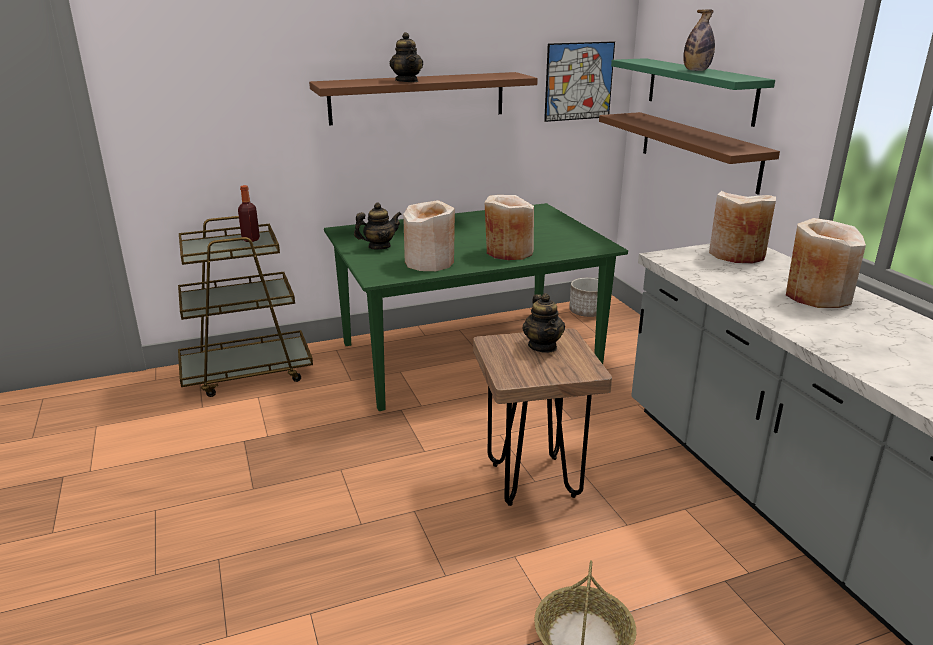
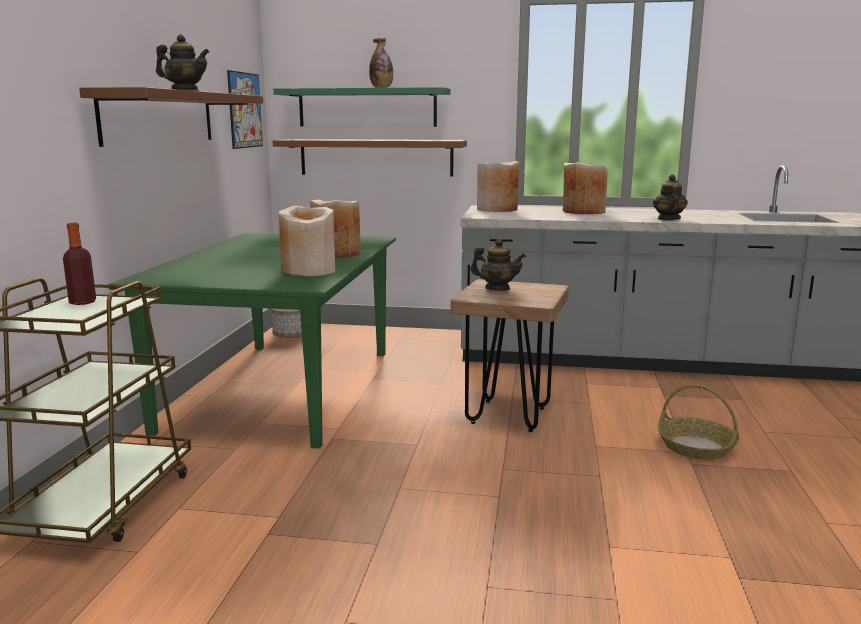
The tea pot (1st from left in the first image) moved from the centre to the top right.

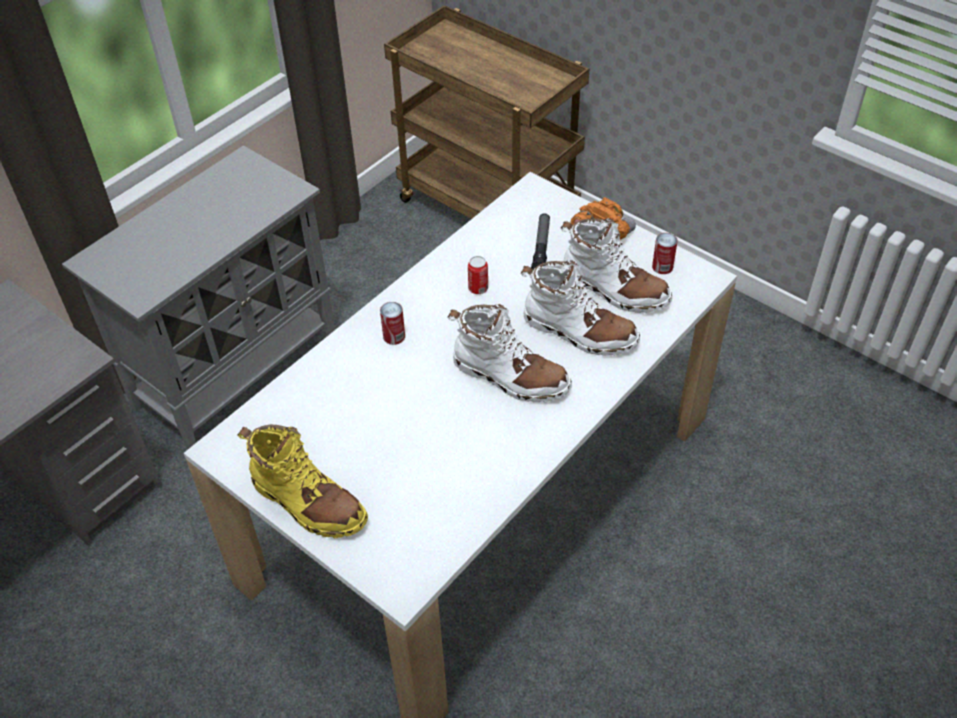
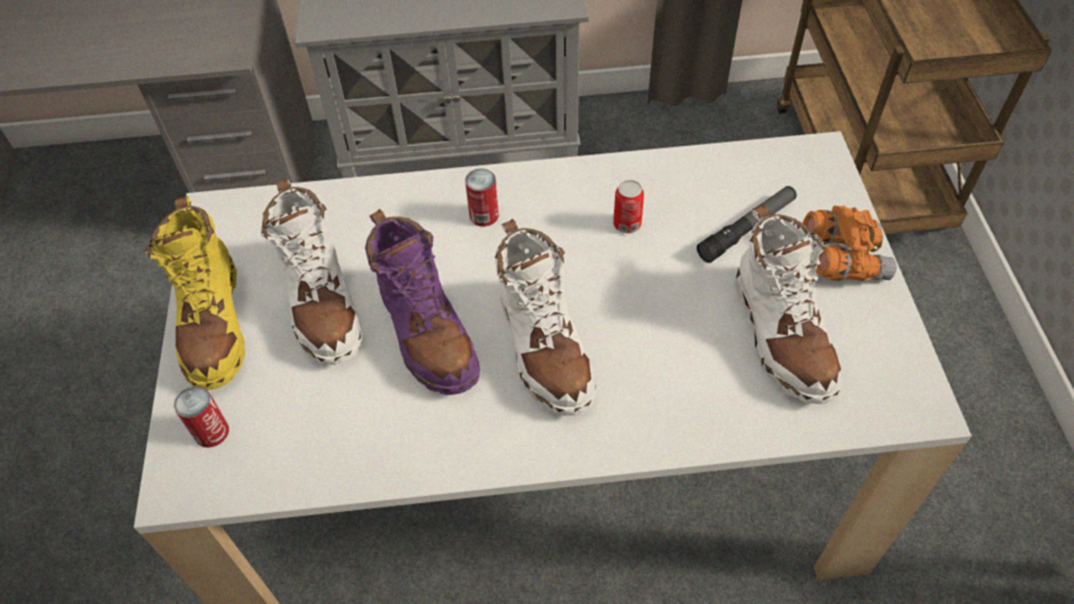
The purple tall boot at the centre appeared. The white tall boot (2nd from left in the first image) moved from the centre to the middle left. The metal can (3rd from left in the first image) moved from the middle right to the bottom left.

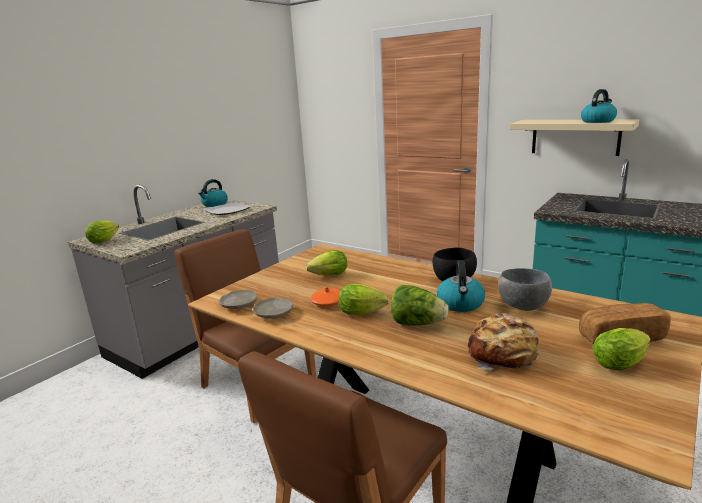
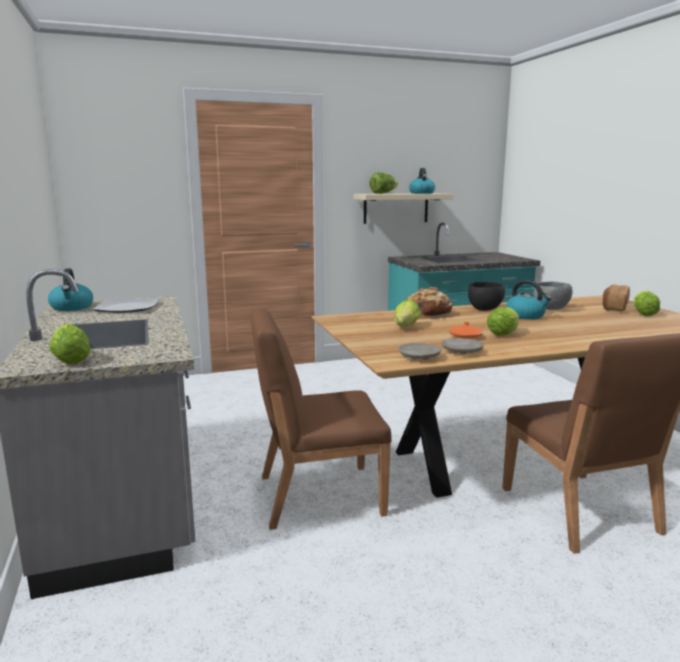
The head of lettuce (4th from left in the first image) moved from the centre to the top centre. The bread (1st from left) moved from the bottom right to the centre.

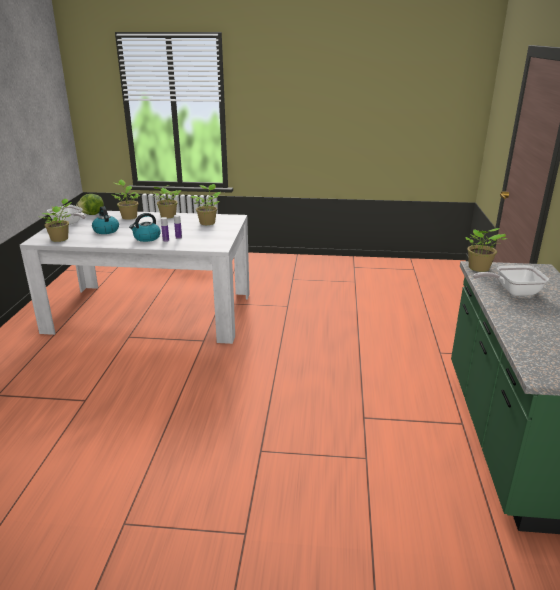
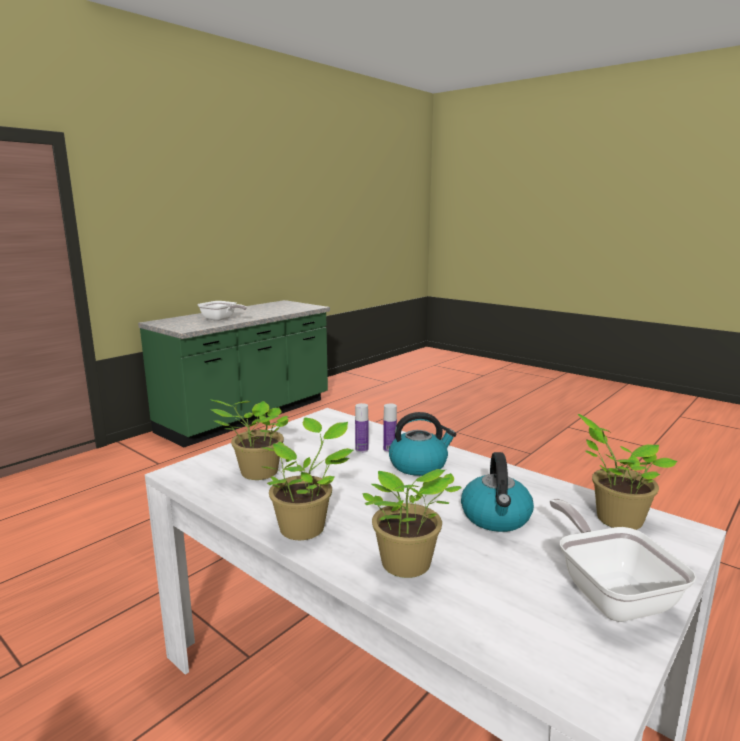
The head of lettuce at the middle left disappeared. The plant in a pot (5th from left) at the middle right disappeared.

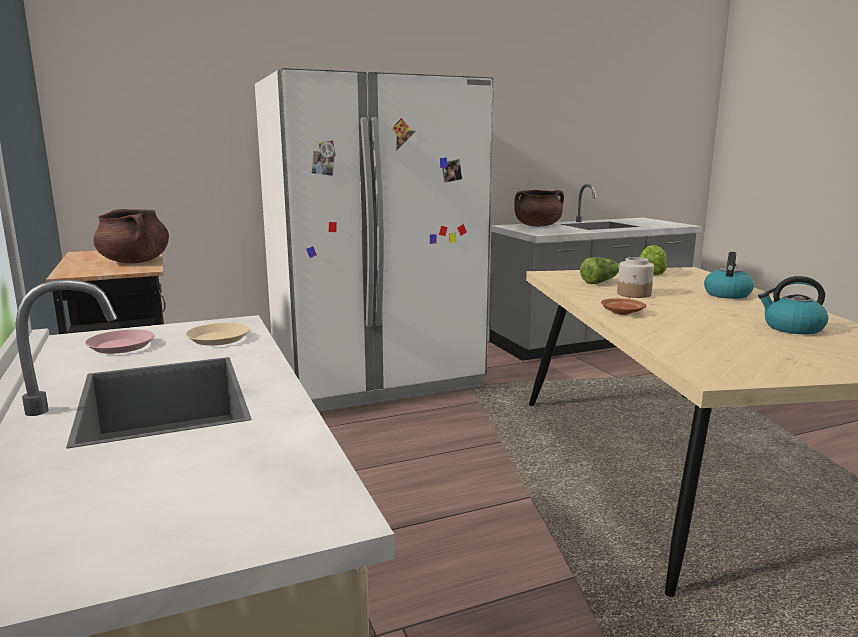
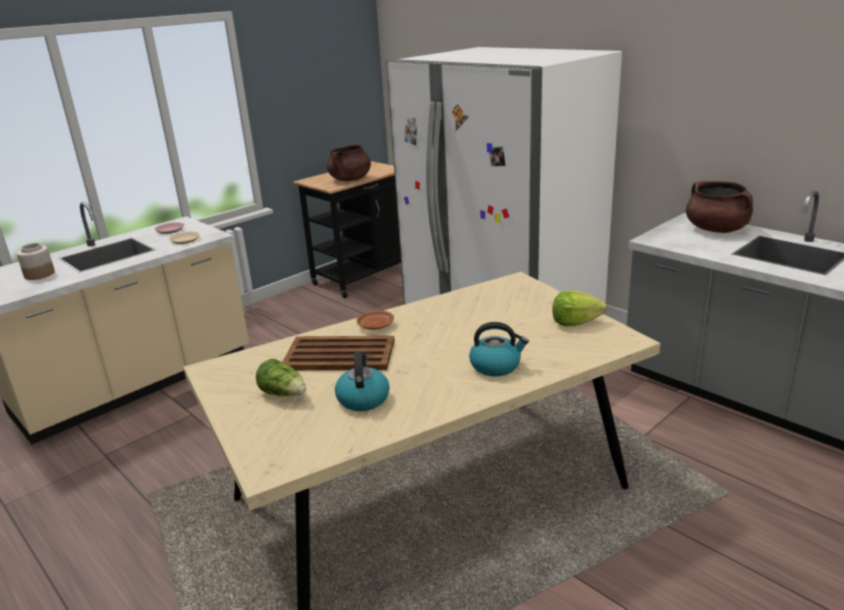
The brown-coloured serving tray at the centre appeared. The head of lettuce (1st from left) moved from the middle right to the middle left. The jar moved from the middle right to the middle left.

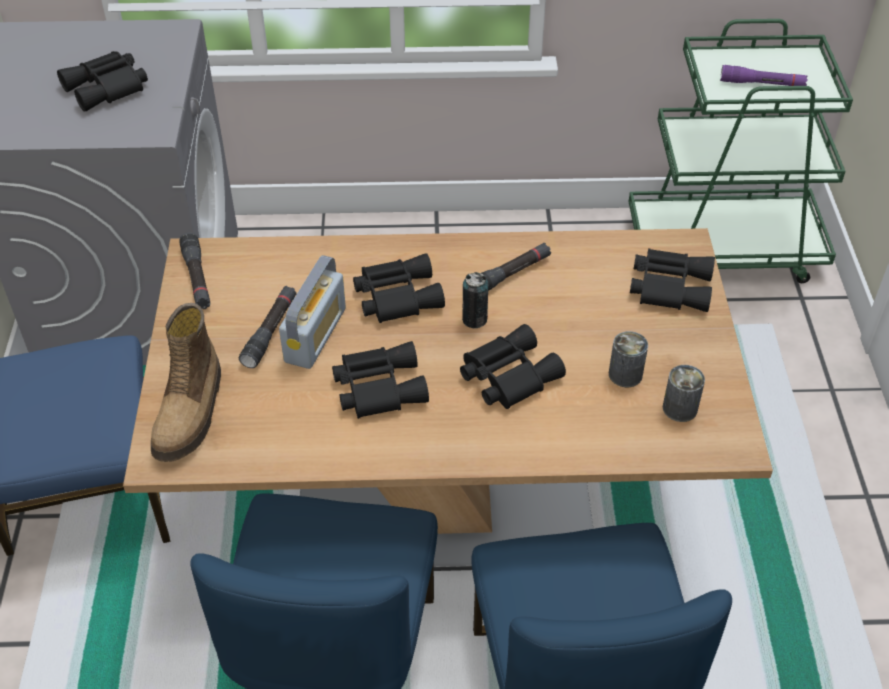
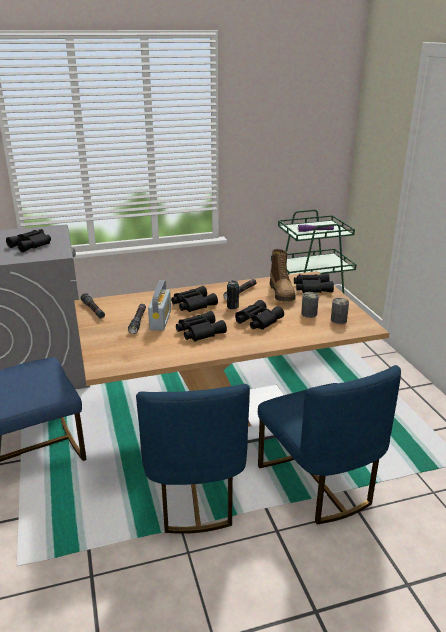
The tall boot moved from the middle left to the centre.

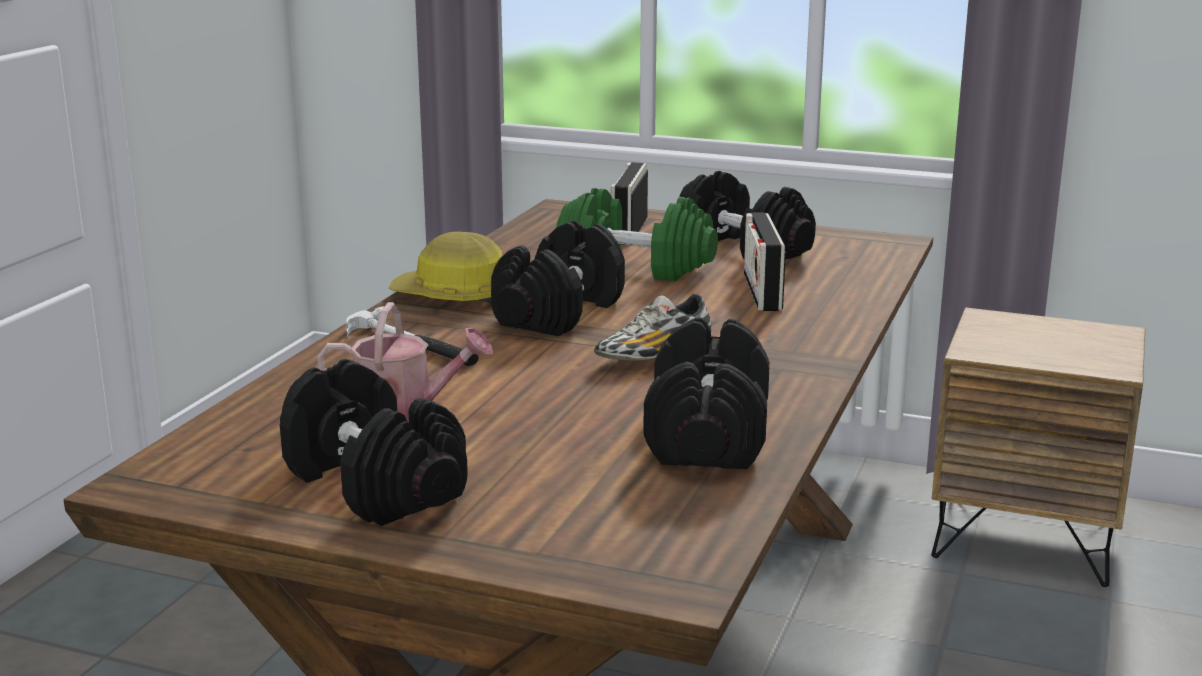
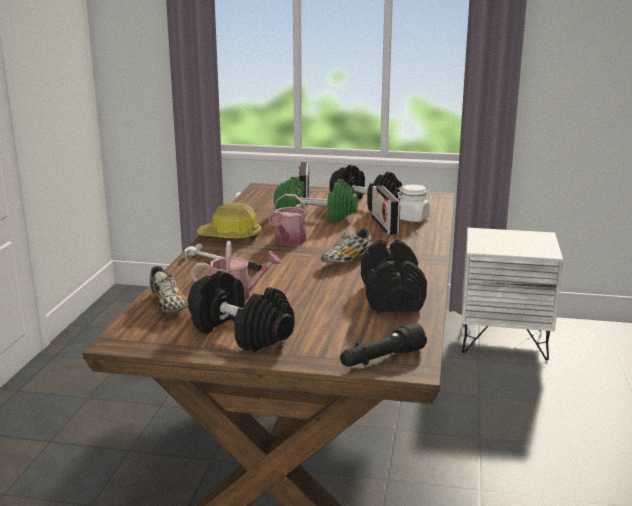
The item of footwear (1st from left) at the middle left appeared. The black torch at the bottom centre appeared. The white jar at the centre appeared. The black dumbbell (2nd from left) at the centre was replaced by the watering can (2nd from left) at the centre. The brown-coloured nightstand at the middle right became the white nightstand at the middle right.

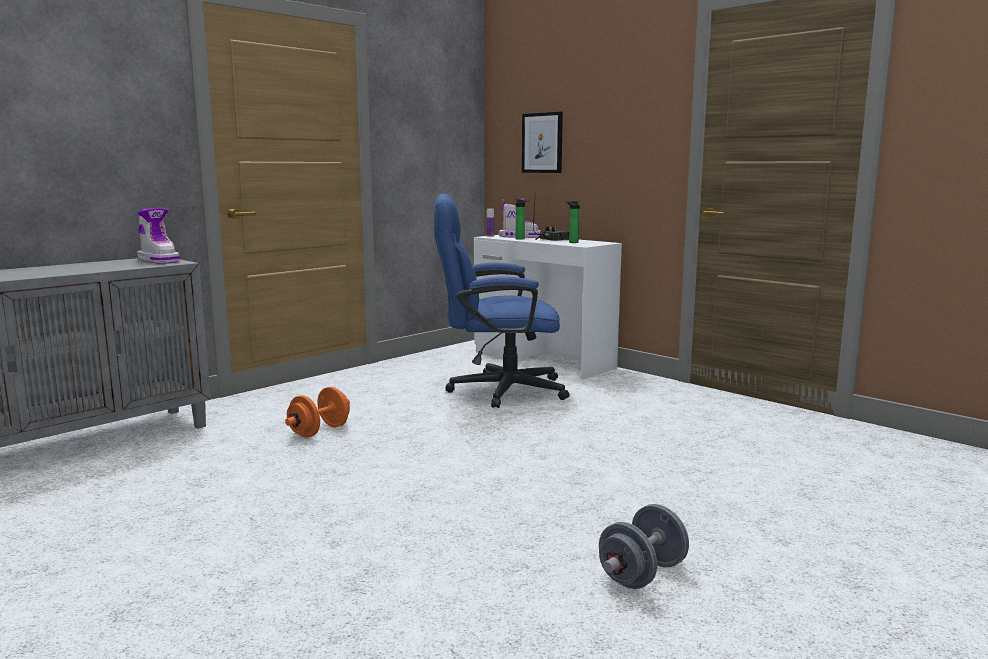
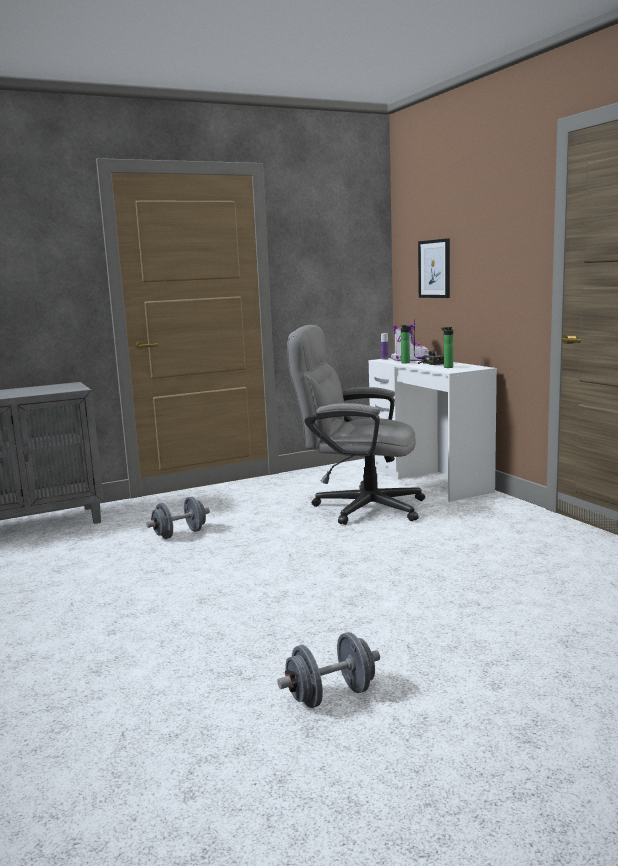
The tall boot (1st from left) at the middle left disappeared. The orange-coloured dumbbell at the middle left became the greyish dumbbell (1st from left) at the middle left. The bluish computer chair at the centre became the greyish computer chair at the centre.

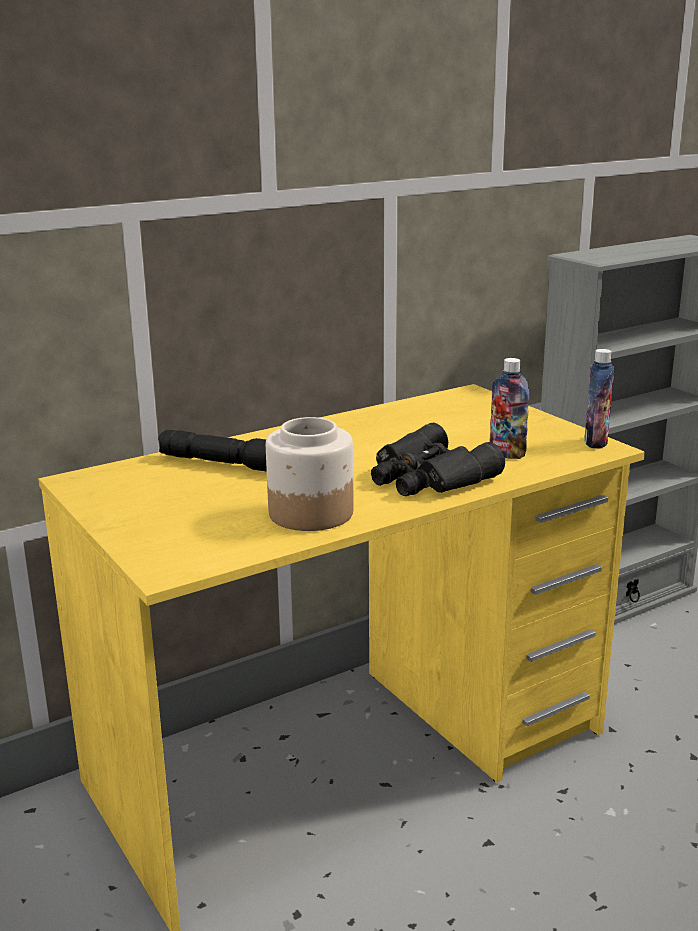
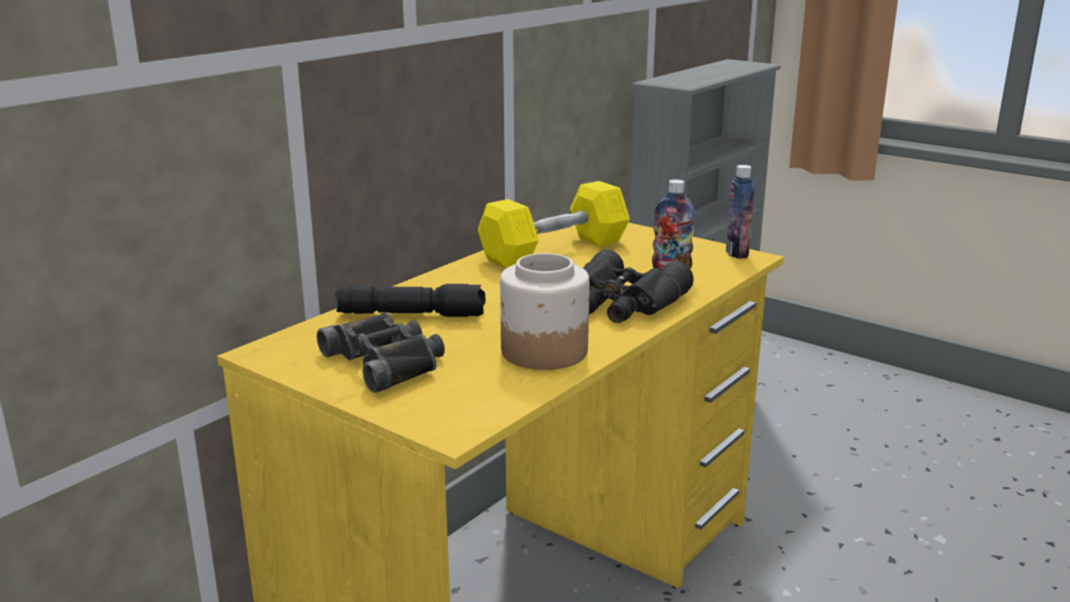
The black field glasses (1st from left) at the centre appeared. The yellow-coloured dumbbell at the centre appeared.

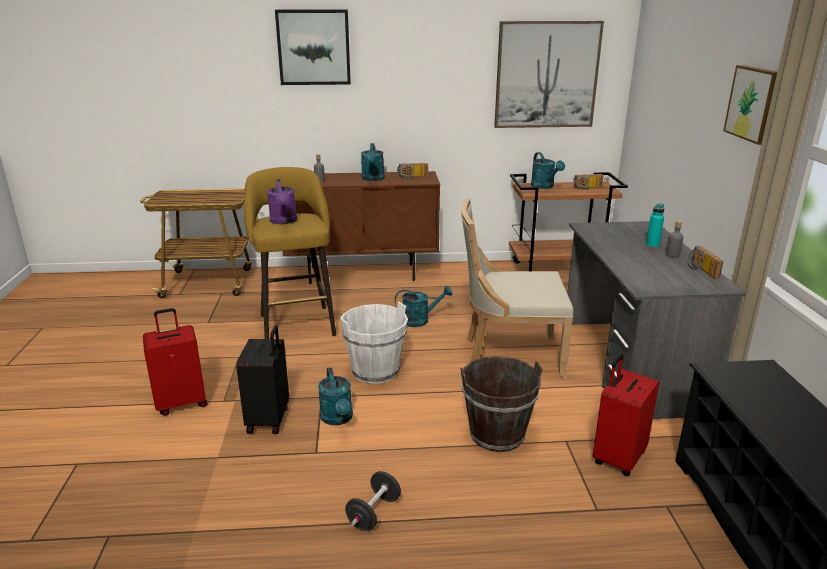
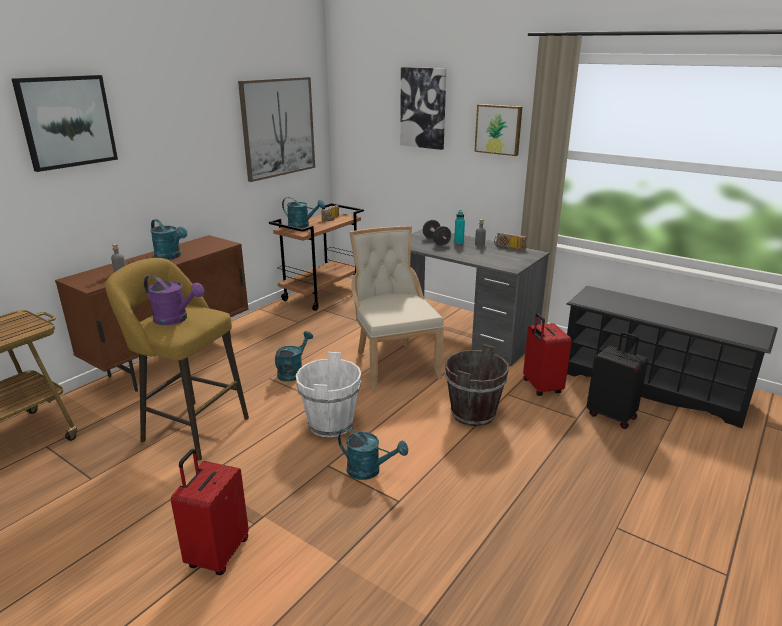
The radio set (1st from left) at the top centre disappeared. The picture (3rd from left) at the top centre appeared. The black piece of luggage moved from the middle left to the middle right. The black dumbbell moved from the bottom centre to the centre. The sand-coloured plain chair at the centre turned 120 degrees clockwise.

